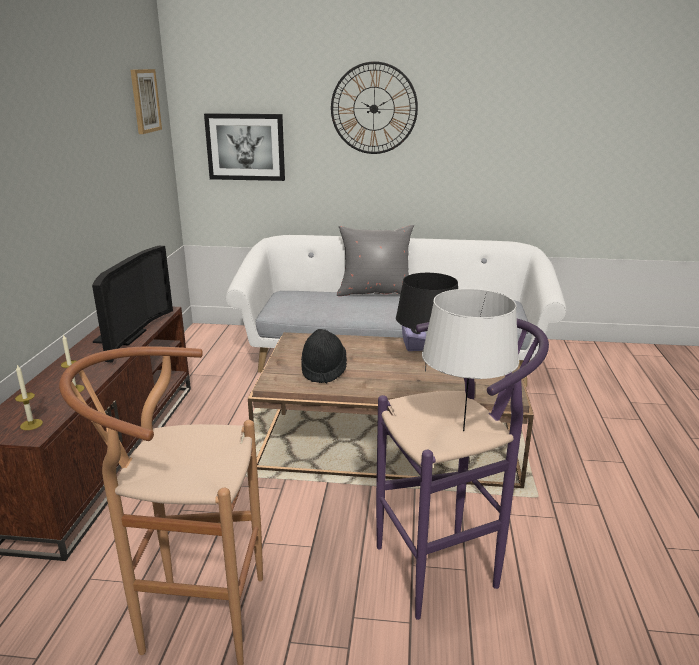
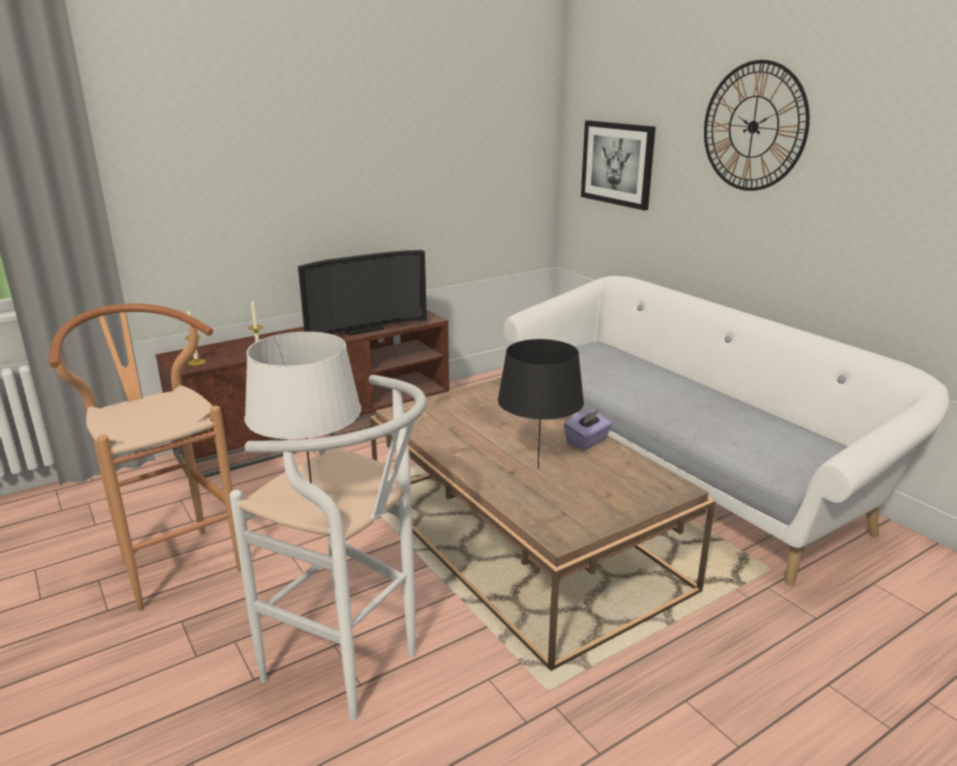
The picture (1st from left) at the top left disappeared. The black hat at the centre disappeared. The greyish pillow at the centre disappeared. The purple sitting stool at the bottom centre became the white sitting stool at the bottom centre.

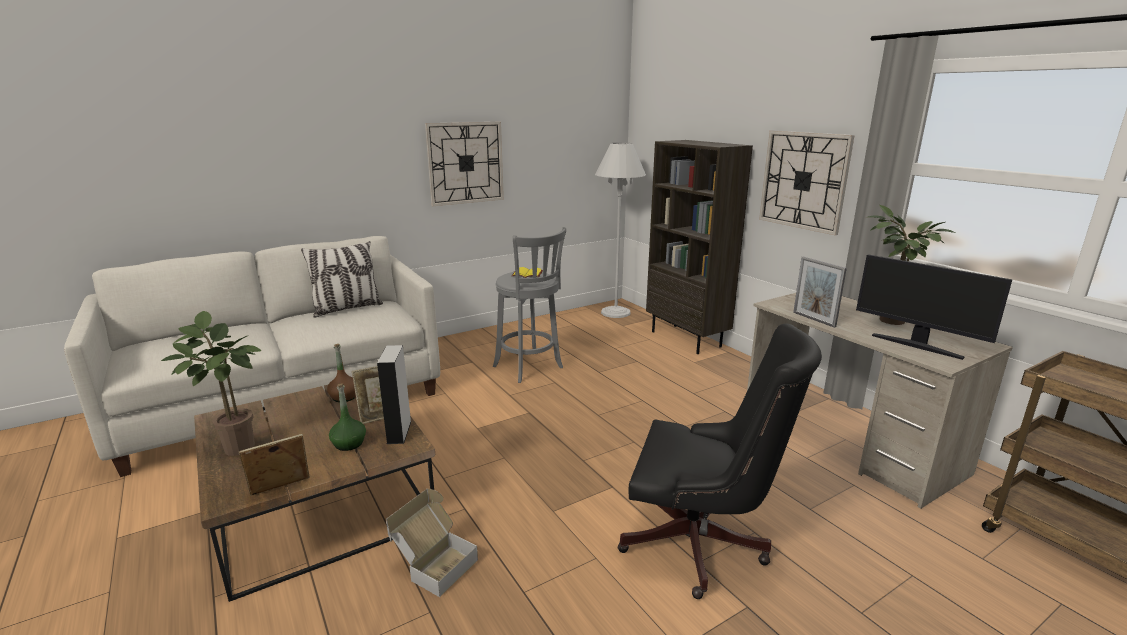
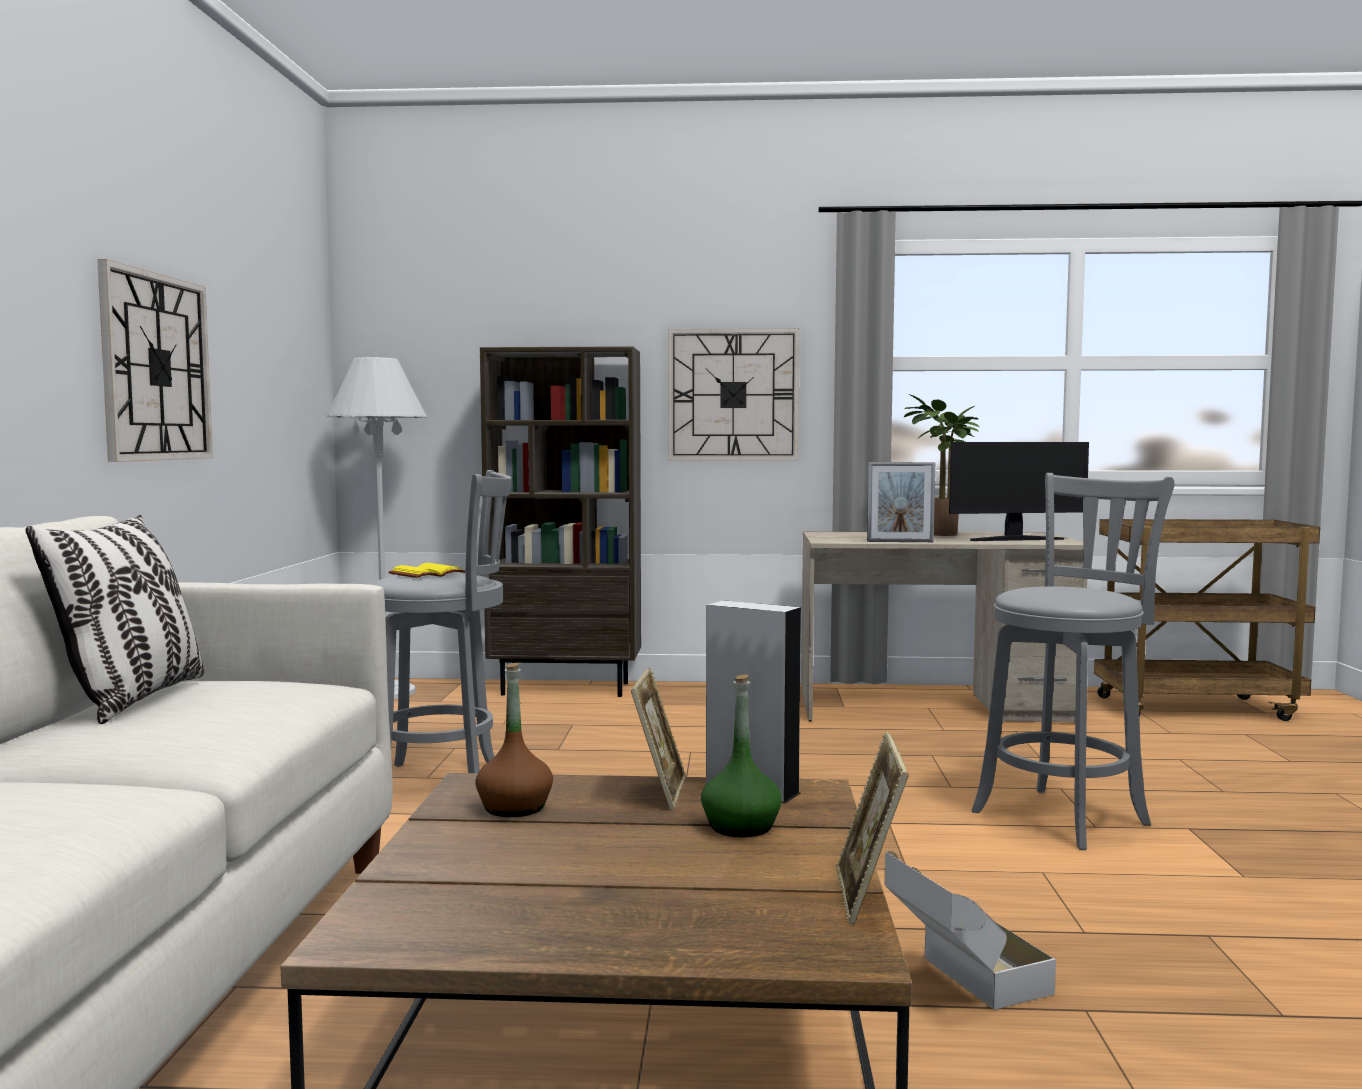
The plant in a pot (1st from left) at the middle left disappeared. The black computer chair at the bottom centre was replaced by the greyish sitting stool (2nd from left) at the middle right.

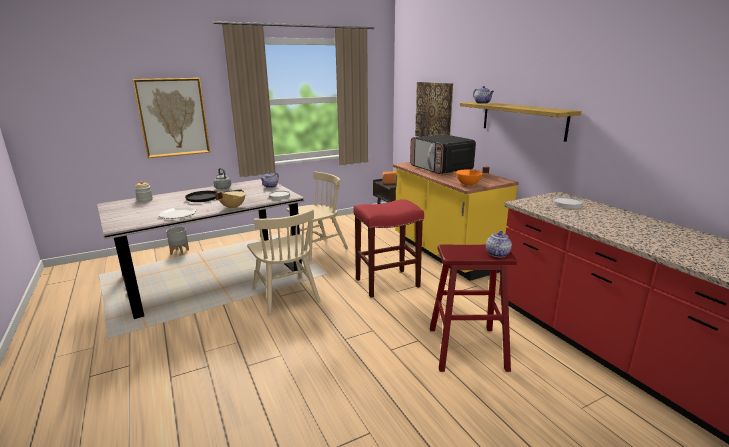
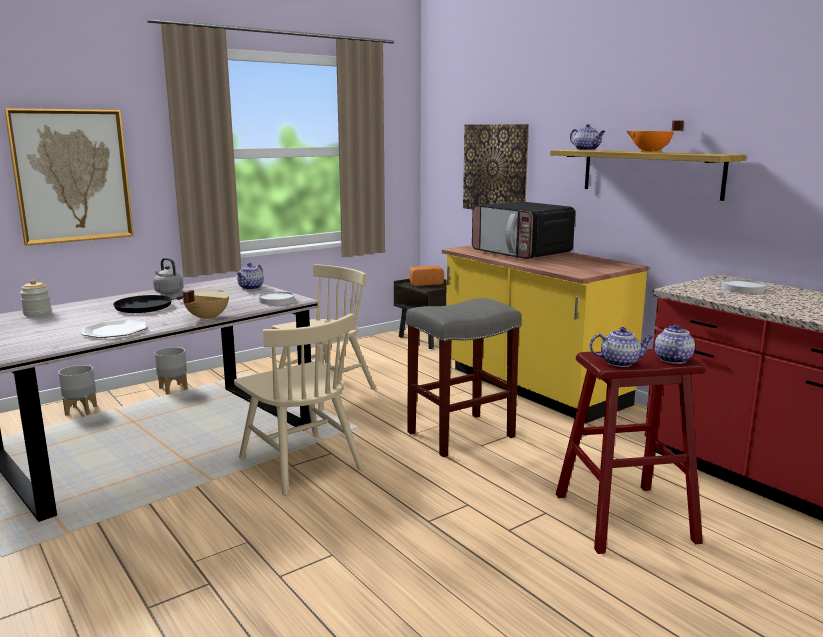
The greyish flower pot (2nd from left) at the middle left appeared. The tea pot (3rd from left) at the middle right appeared. The orange-coloured saucepot moved from the centre to the top right. The reddish sitting stool (1st from left) at the centre became the greyish sitting stool at the centre.

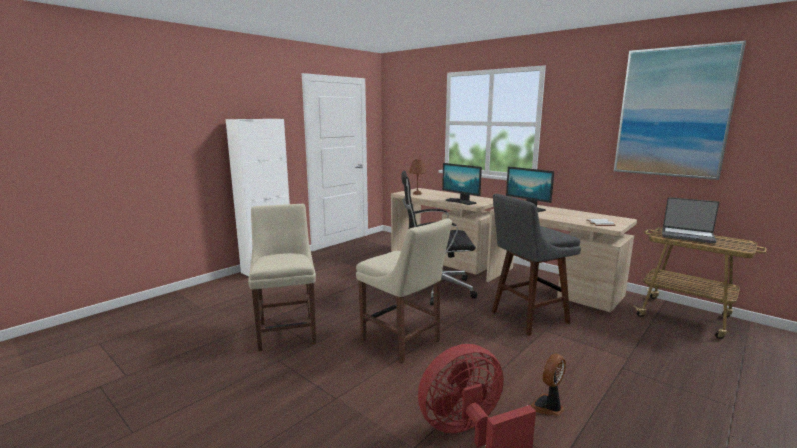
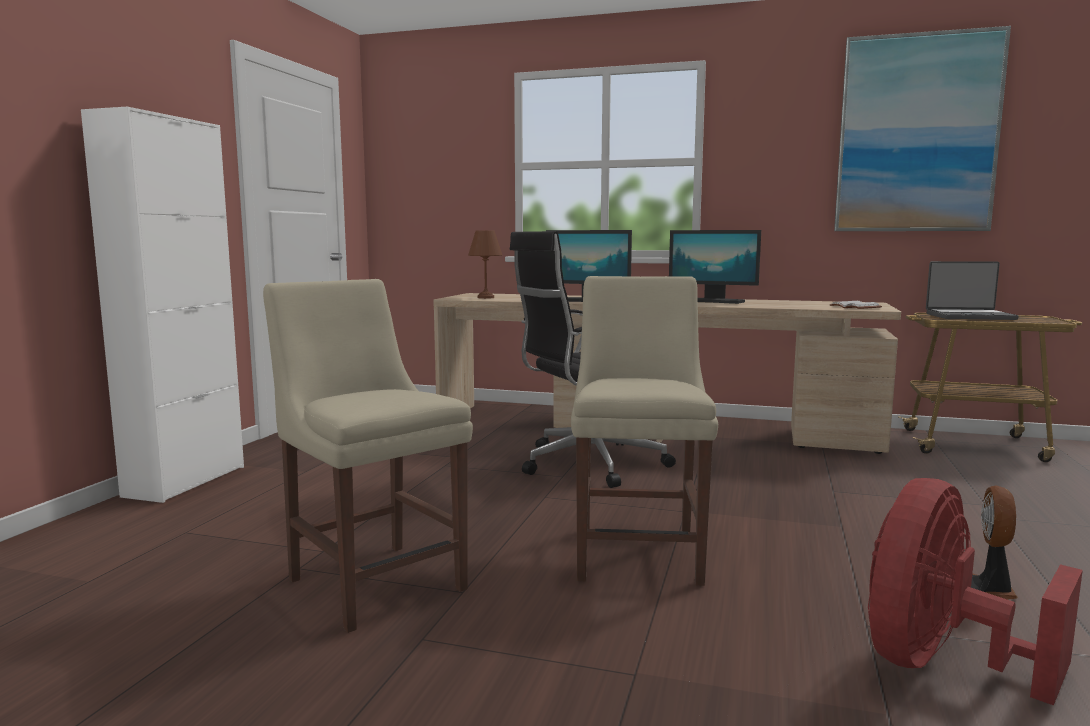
The greyish sitting stool at the middle right disappeared. The sand-coloured plain chair (2nd from left) at the centre turned 105 degrees counterclockwise.

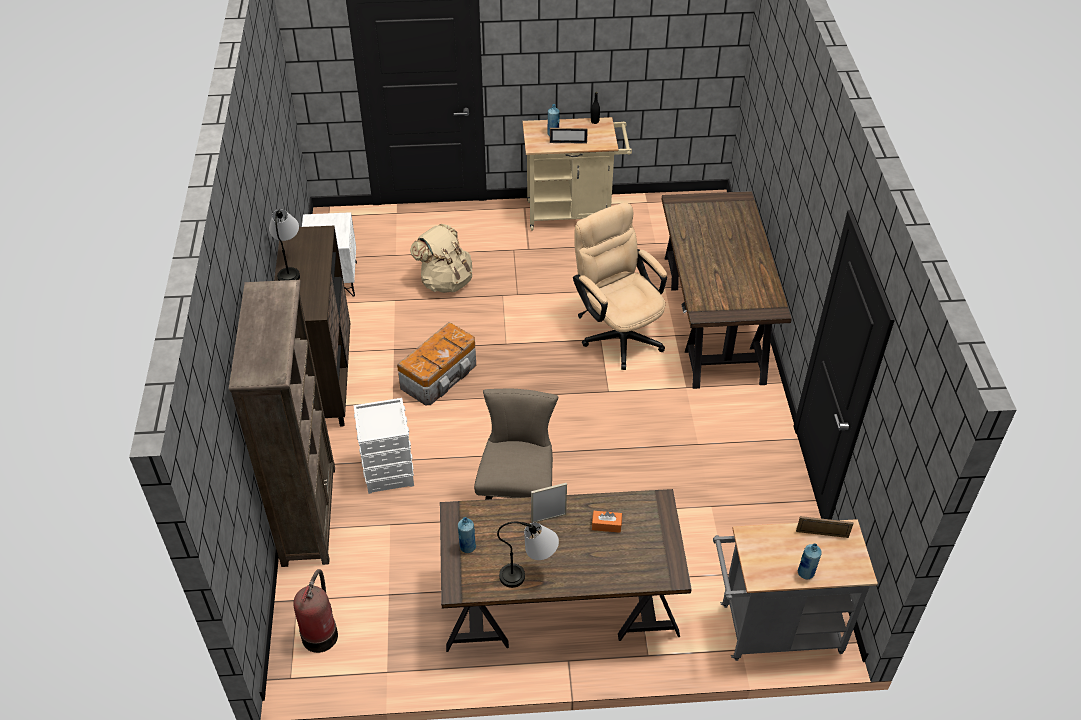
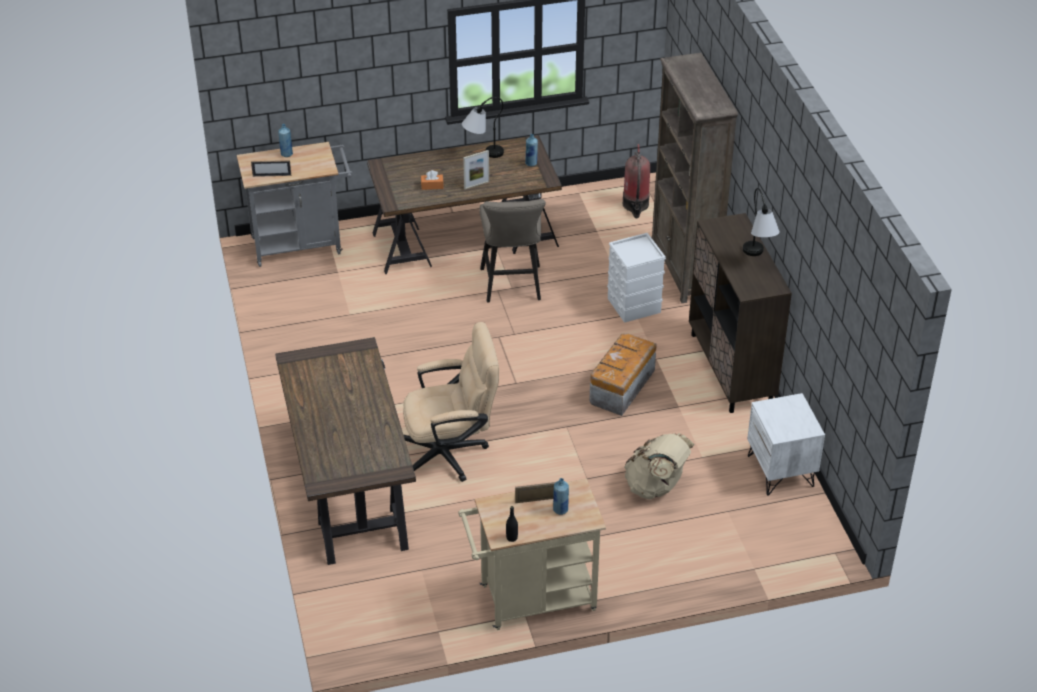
The sand-coloured computer chair at the centre turned 60 degrees counterclockwise.

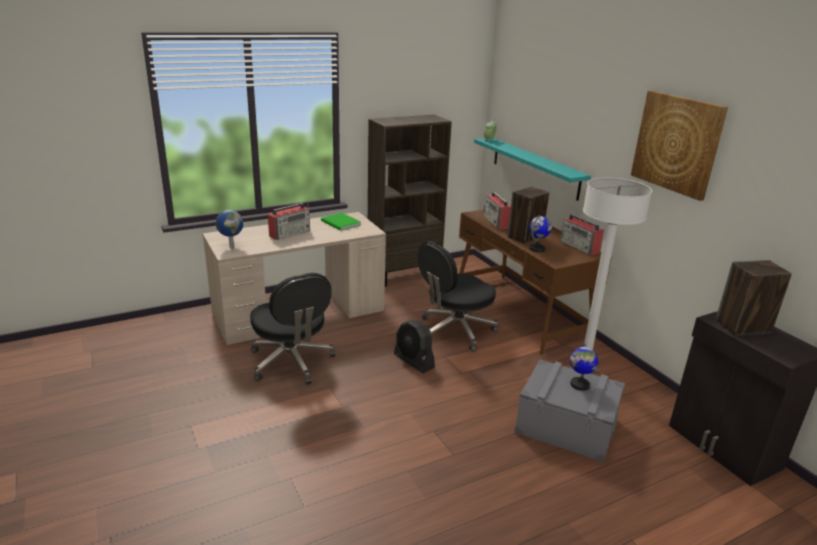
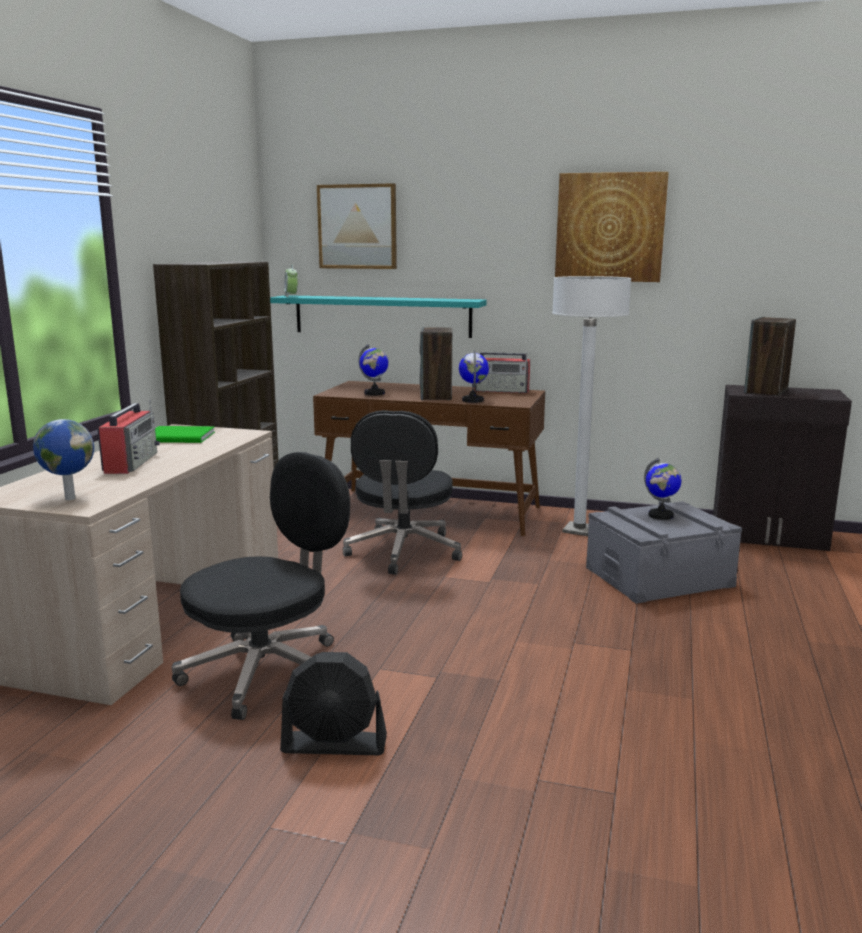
The picture (1st from left) at the top centre appeared. The black cooling fan moved from the centre to the bottom centre. The radio set (2nd from left) at the centre was replaced by the desk globe (2nd from left) at the centre. The black computer chair (1st from left) at the centre turned 60 degrees counterclockwise.

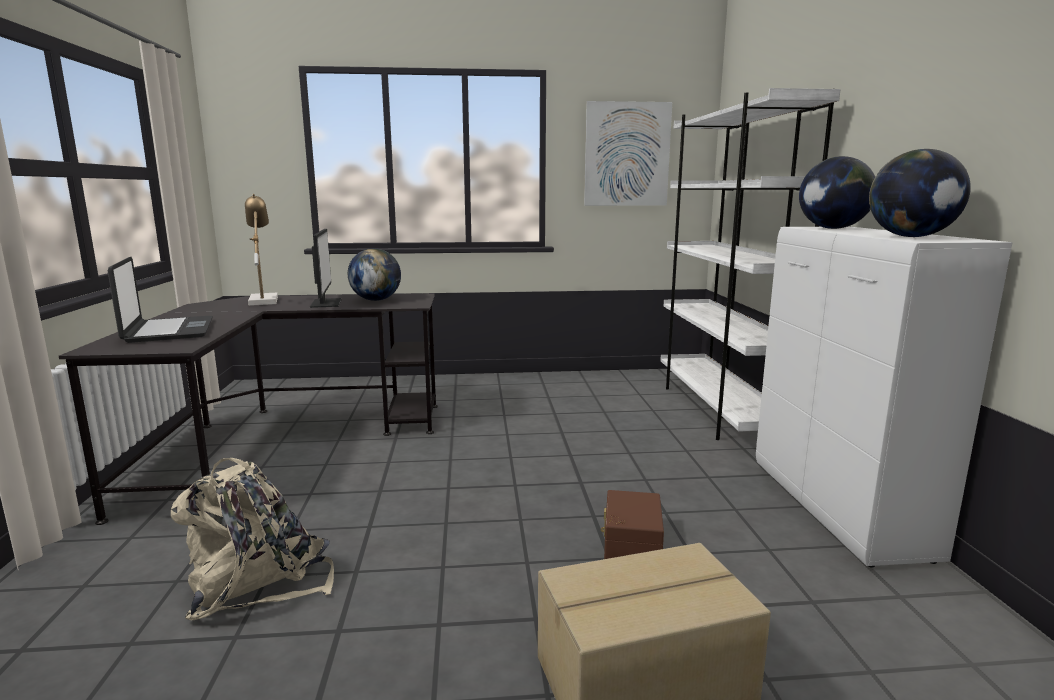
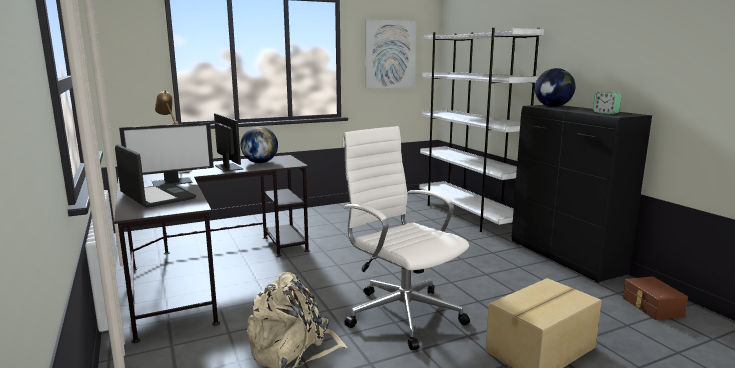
The computer display (1st from left) at the middle left appeared. The white computer chair at the centre appeared. The brown-coloured storage container moved from the bottom centre to the bottom right. The desk globe (3rd from left) at the top right was replaced by the bedside clock at the top right. The white storage cabinet at the middle right became the black storage cabinet at the middle right.

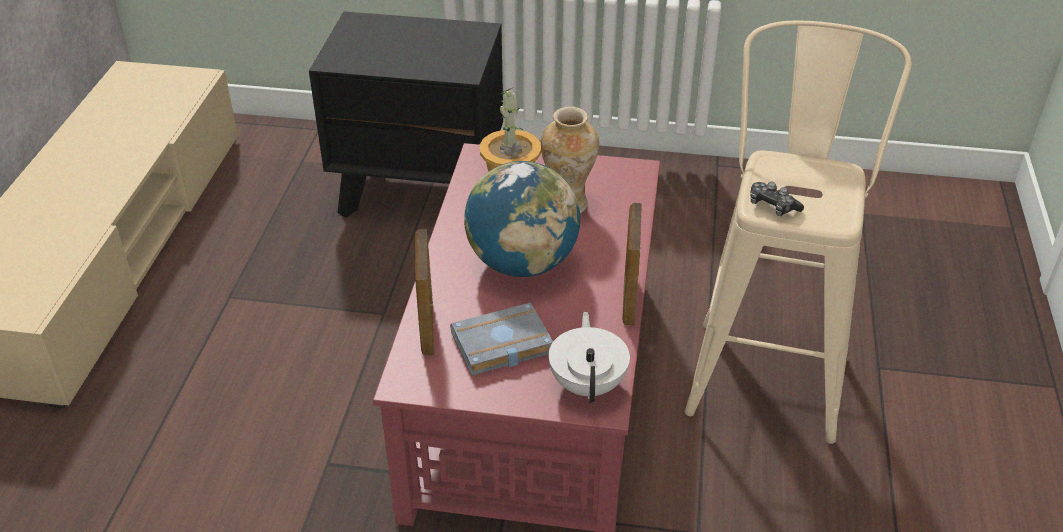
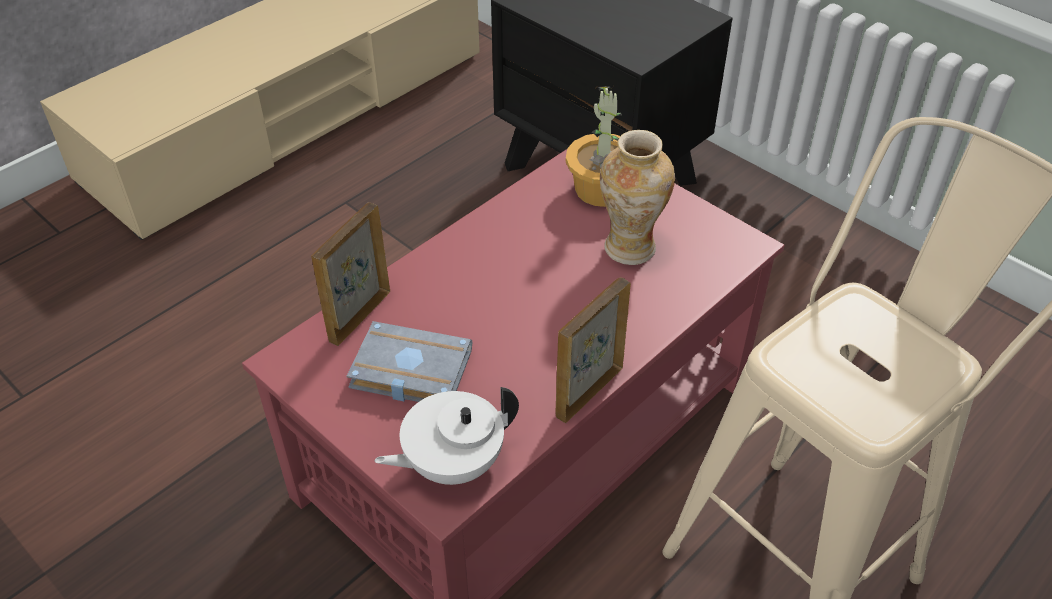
The desk globe at the centre disappeared. The gamepad at the middle right disappeared. The white tea pot at the bottom centre turned 150 degrees counterclockwise.

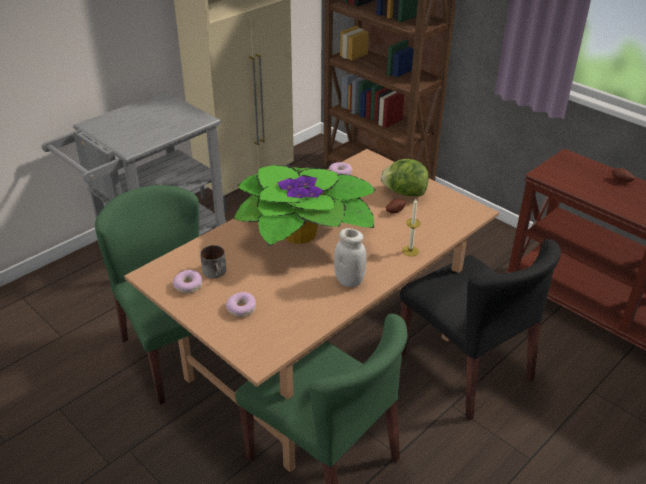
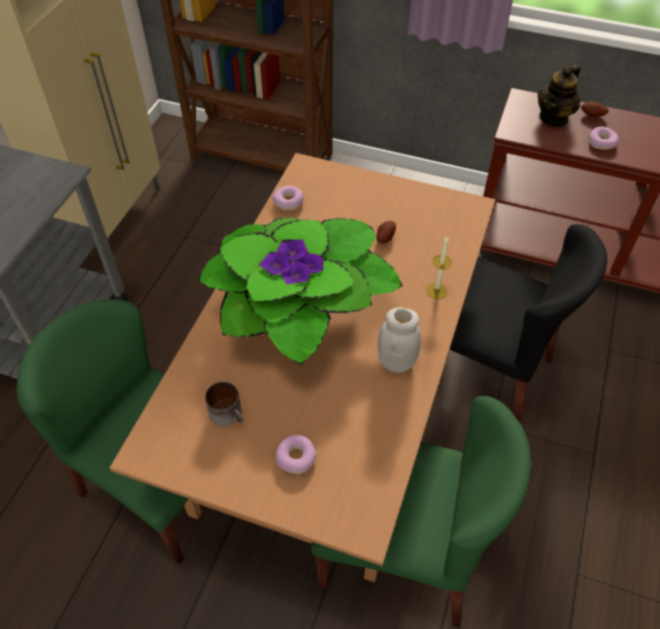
The head of lettuce at the centre disappeared. The tea pot at the top right appeared. The donut (1st from left in the first image) moved from the middle left to the top right.

